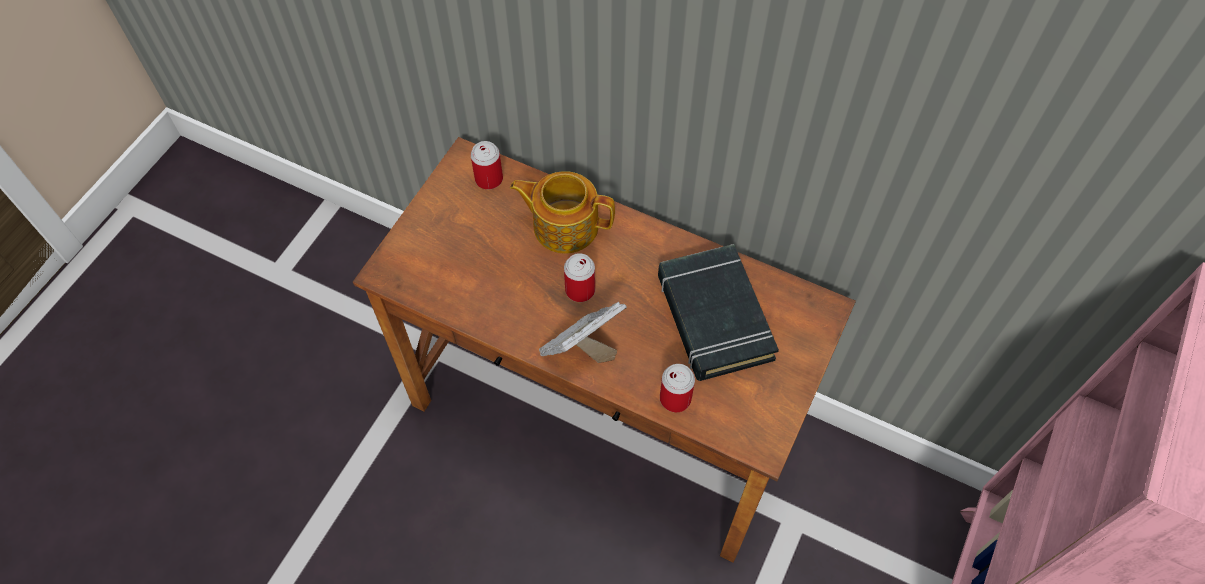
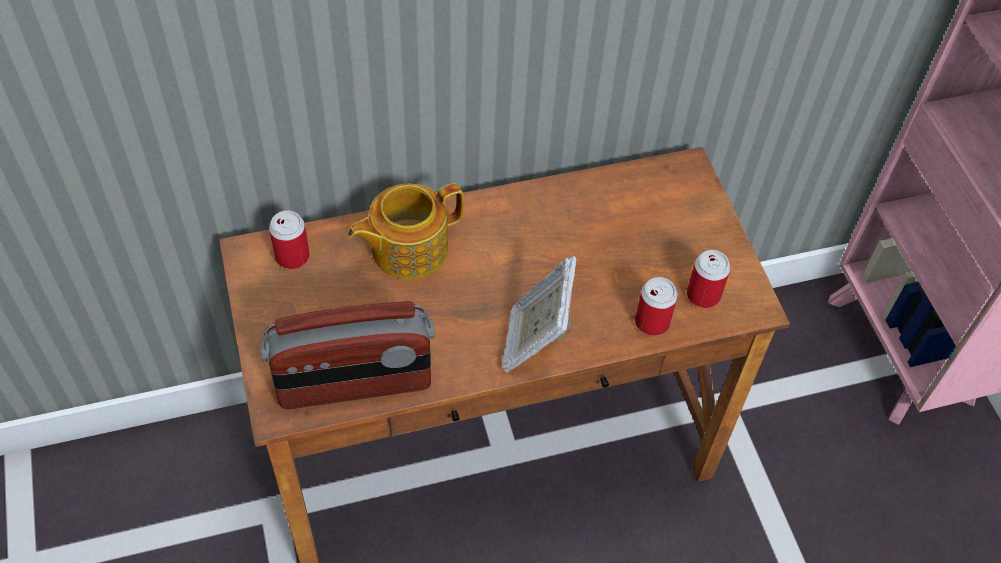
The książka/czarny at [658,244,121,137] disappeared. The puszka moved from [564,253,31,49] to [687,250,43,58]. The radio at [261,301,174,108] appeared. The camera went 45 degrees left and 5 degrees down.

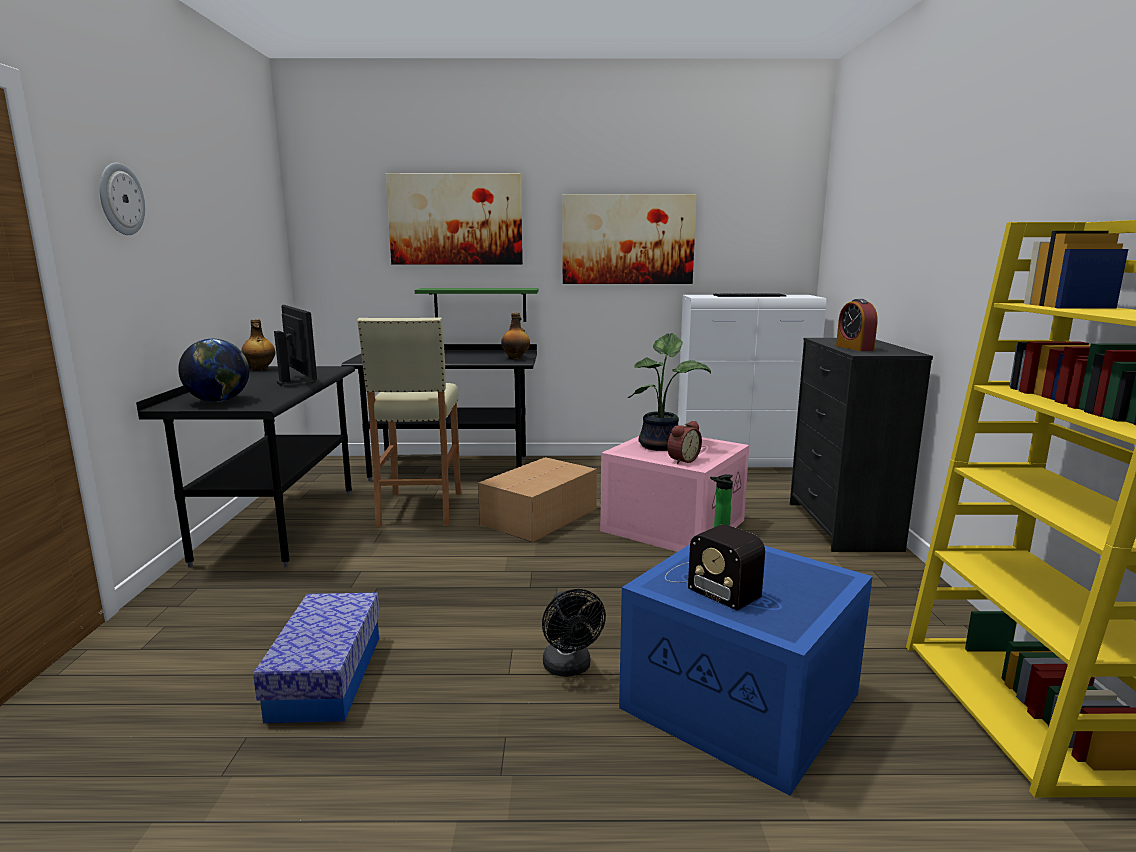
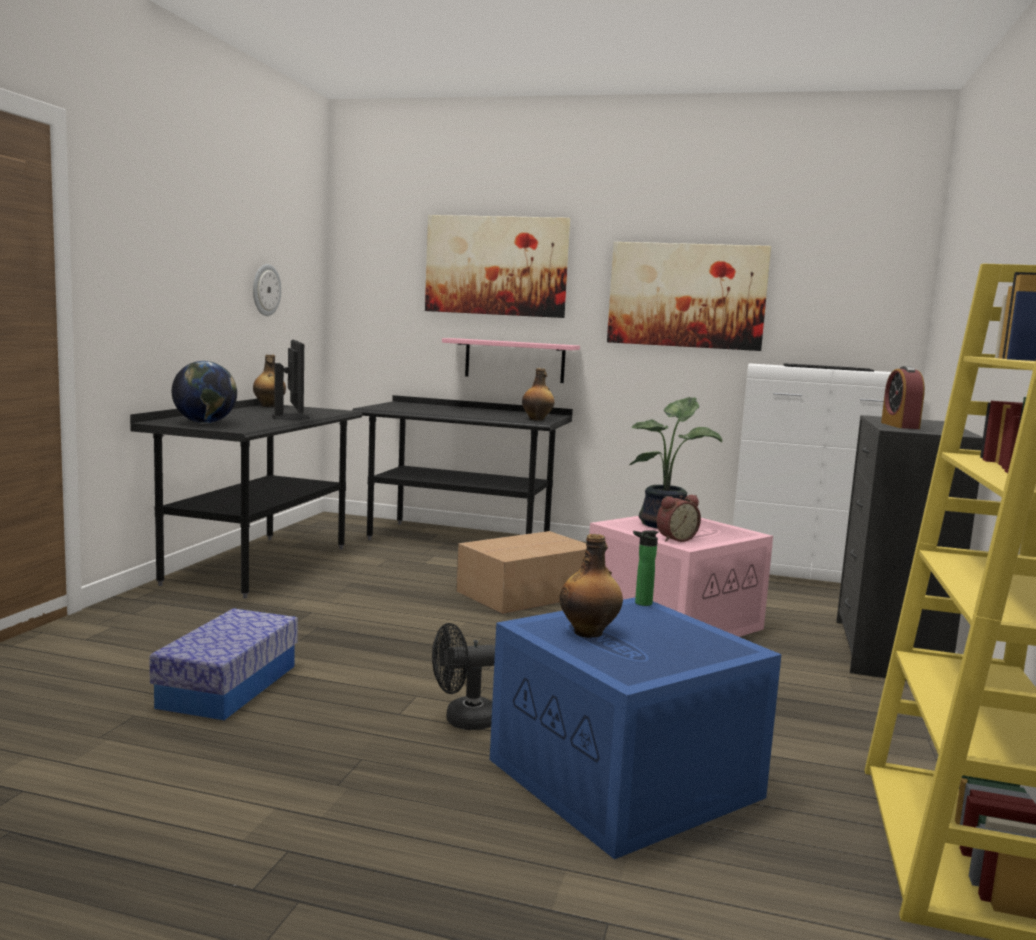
The zegar ścienny moved from [100,163,45,72] to [253,264,28,52]. The półka/zielony at [415,288,123,34] became the półka/różowy at [442,338,138,45]. The stołek/beżowy at [357,317,104,210] disappeared. The radio at [665,524,100,87] was replaced by the butelka at [560,534,63,104]. The wentylator/czarny at [542,589,64,88] turned 75 degrees clockwise. The camera went 15 degrees right and 5 degrees down.

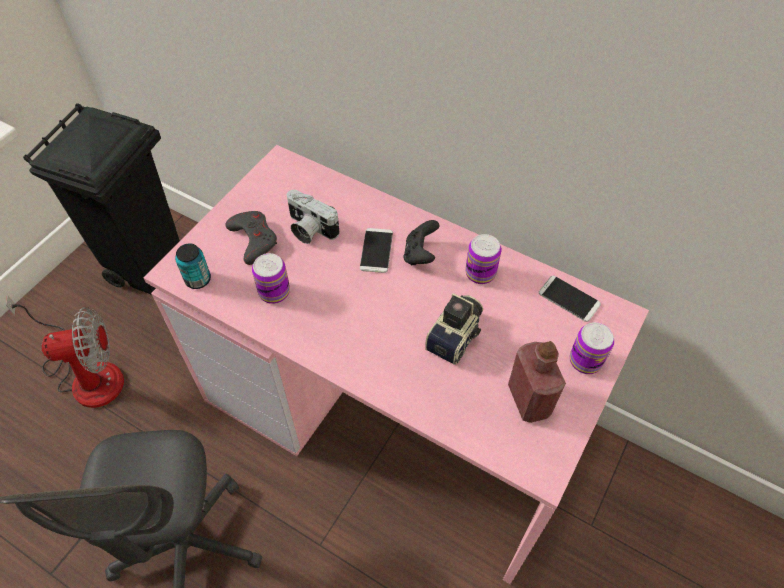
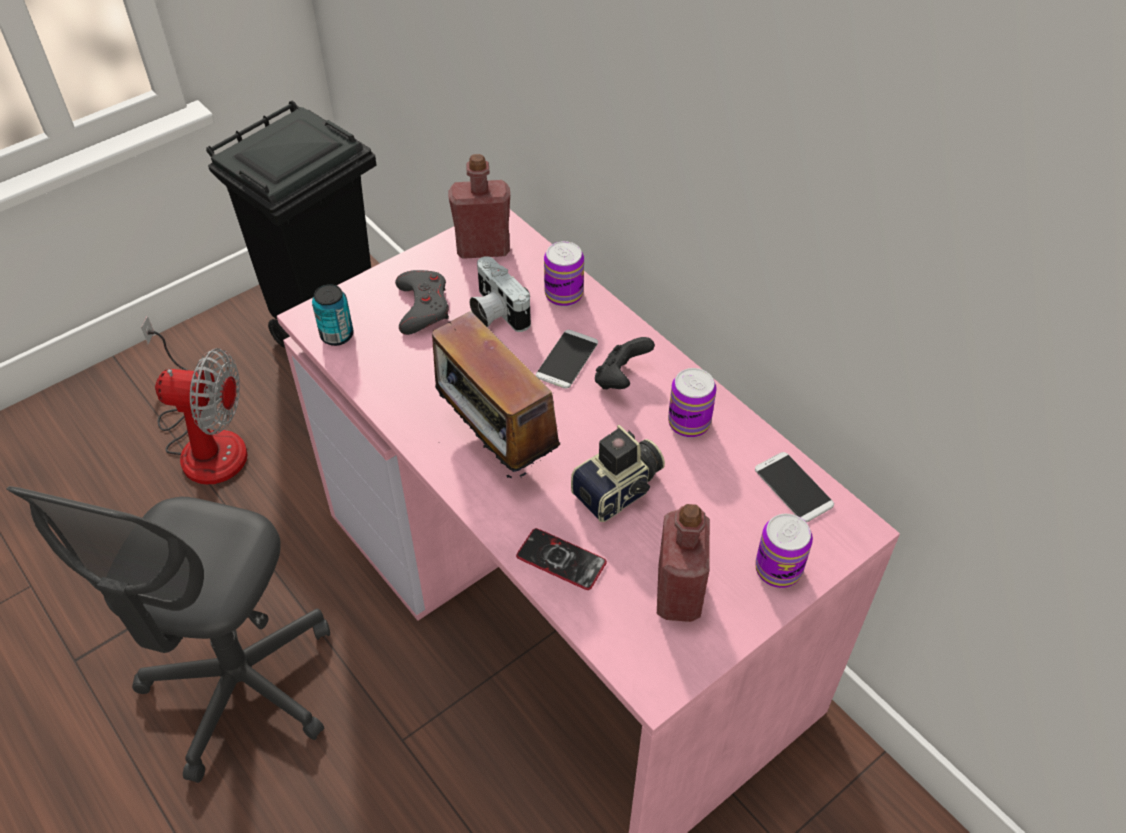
The puszka moved from [252,253,38,51] to [544,241,40,66]. The butelka/czerwony at [448,154,62,105] appeared. The radio at [432,311,128,171] appeared. The telefon at [516,528,91,62] appeared. The camera went 20 degrees right and 5 degrees down.

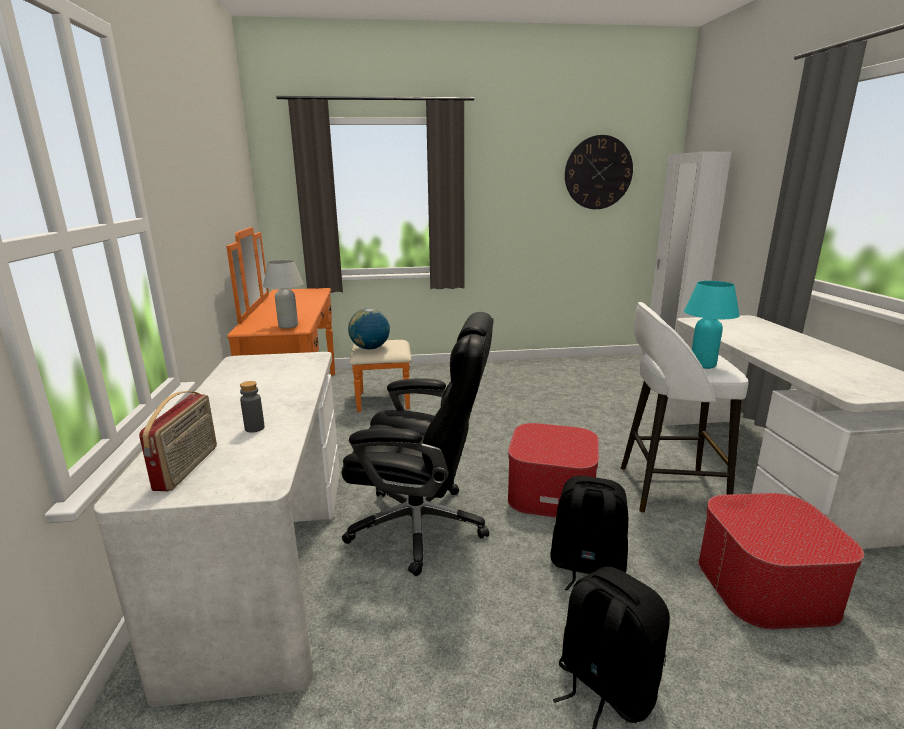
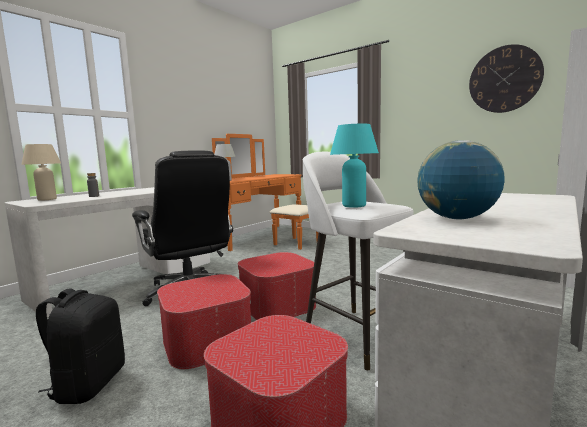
The globus moved from [348,308,42,41] to [417,140,88,79]. The radio at [139,391,78,100] was replaced by the lampa stołowa/beżowy at [21,144,40,57]. The plecak/czarny at [550,476,78,115] was replaced by the pufa at [157,274,94,96]. The camera went 45 degrees right and 10 degrees down.

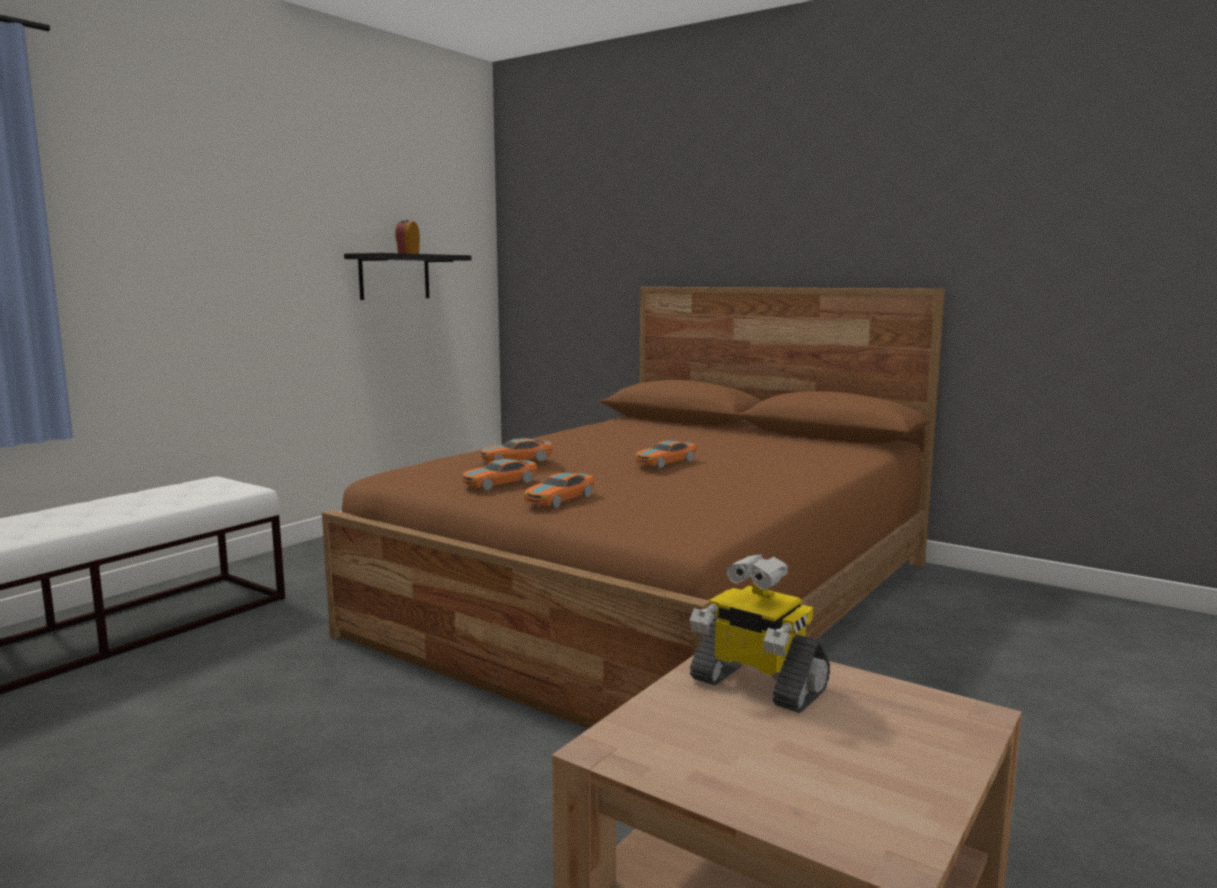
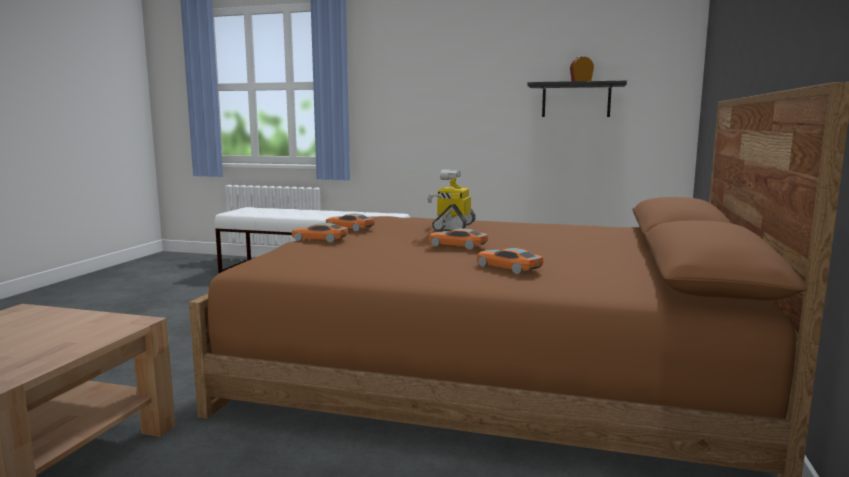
The samochodzik moved from [481,438,72,24] to [477,248,67,26]. The robot zabawkowy moved from [690,554,140,159] to [427,170,49,61]. The camera went 70 degrees right and 0 degrees up.

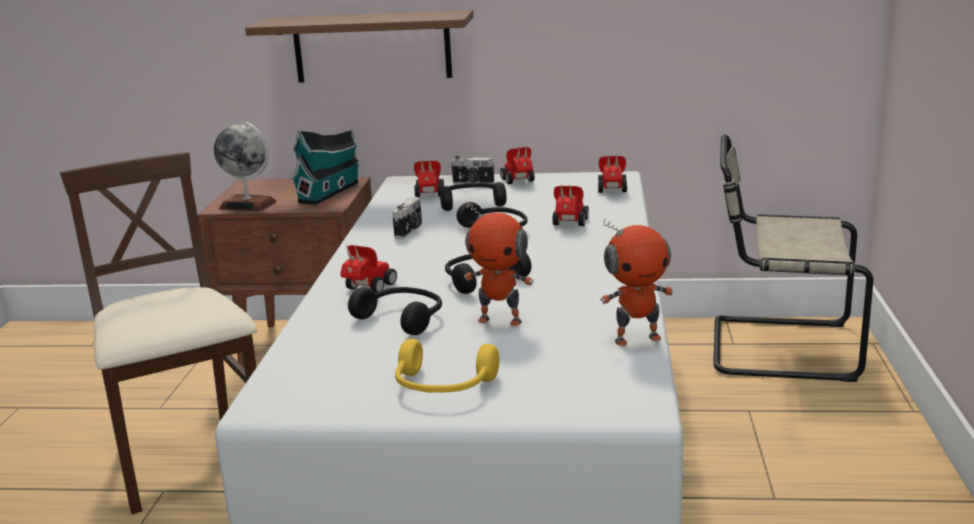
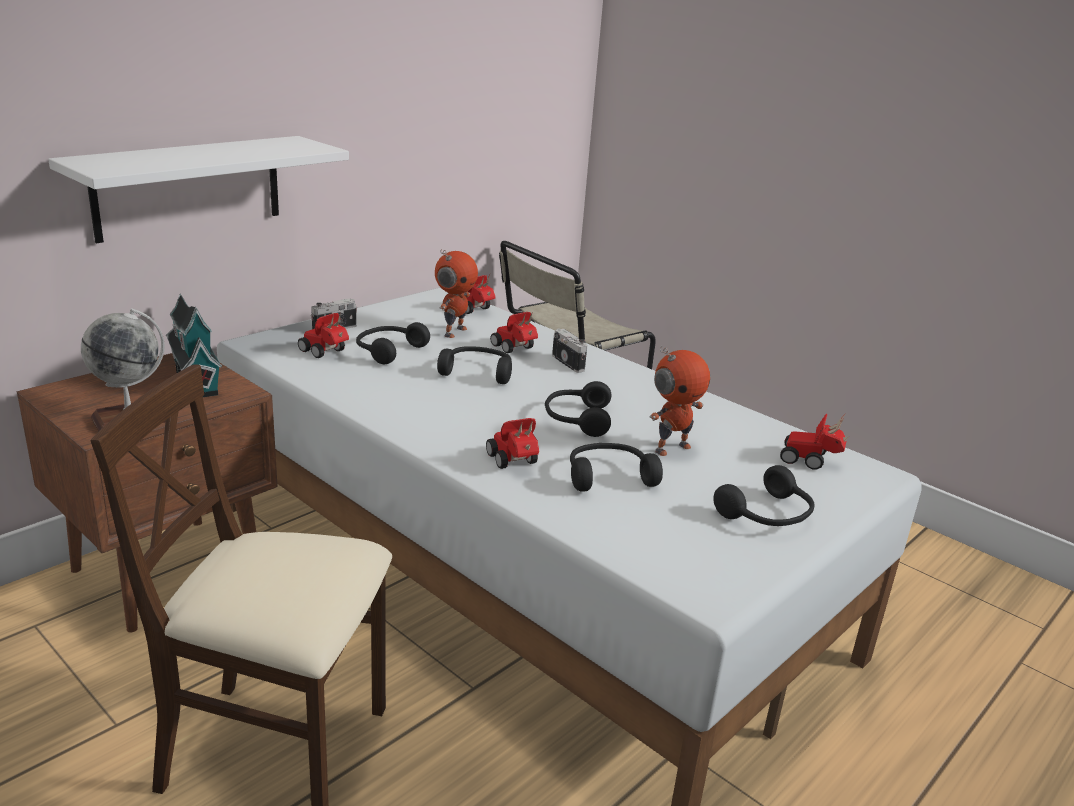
The półka/brązowy at [245,10,228,73] became the półka/biały at [48,136,301,107]. The samochodzik moved from [500,146,35,38] to [780,414,69,55]. The aparat fotograficzny moved from [392,197,30,42] to [552,328,35,45]. The robot zabawkowy moved from [600,219,74,127] to [435,249,43,89]. The słuchawki/żółty at [395,339,104,54] became the słuchawki/czarny at [713,465,101,61]. The camera went 55 degrees left and 5 degrees up.

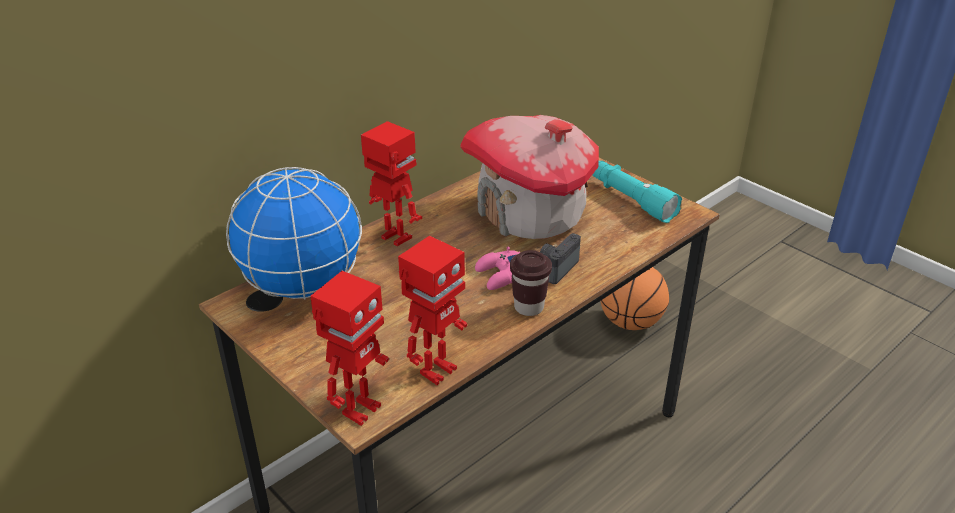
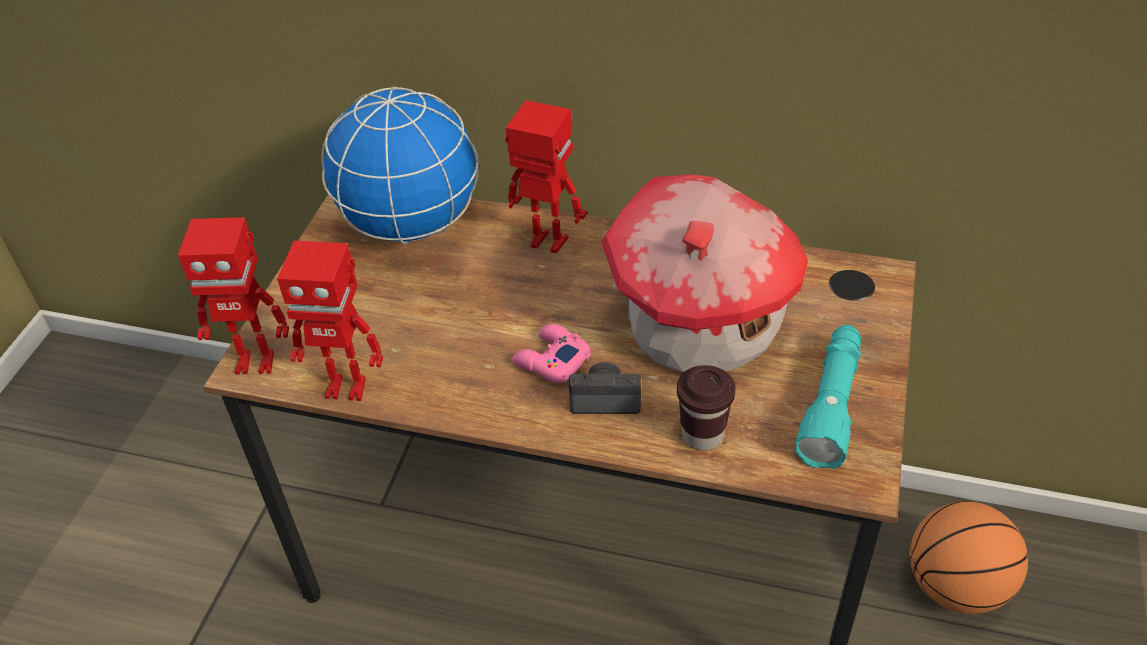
The robot zabawkowy at [361,121,61,125] turned 75 degrees counterclockwise. The filiżanka/brązowy moved from [510,250,42,66] to [677,365,59,86]. The camera went 60 degrees right and 10 degrees up.

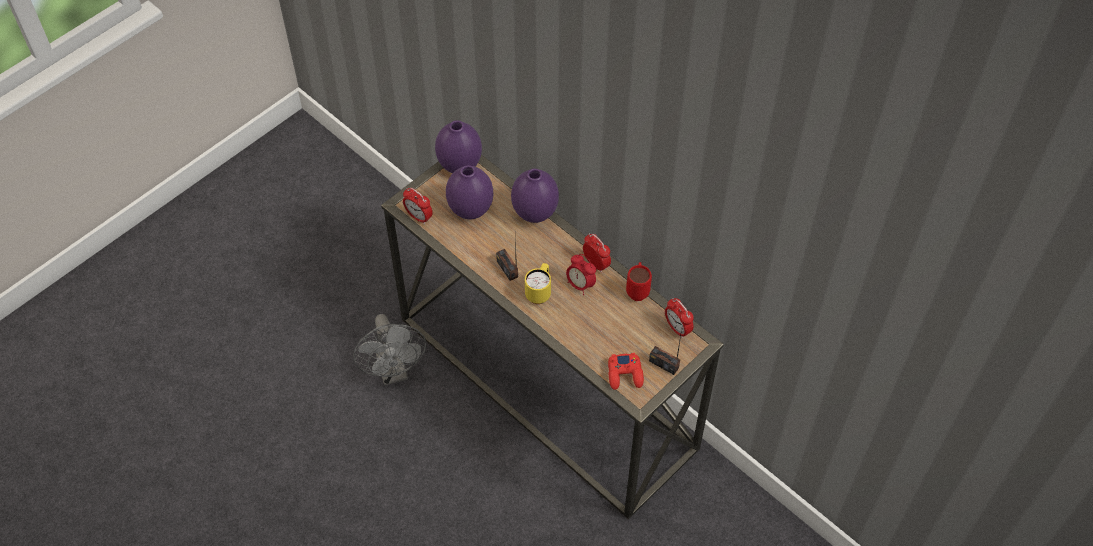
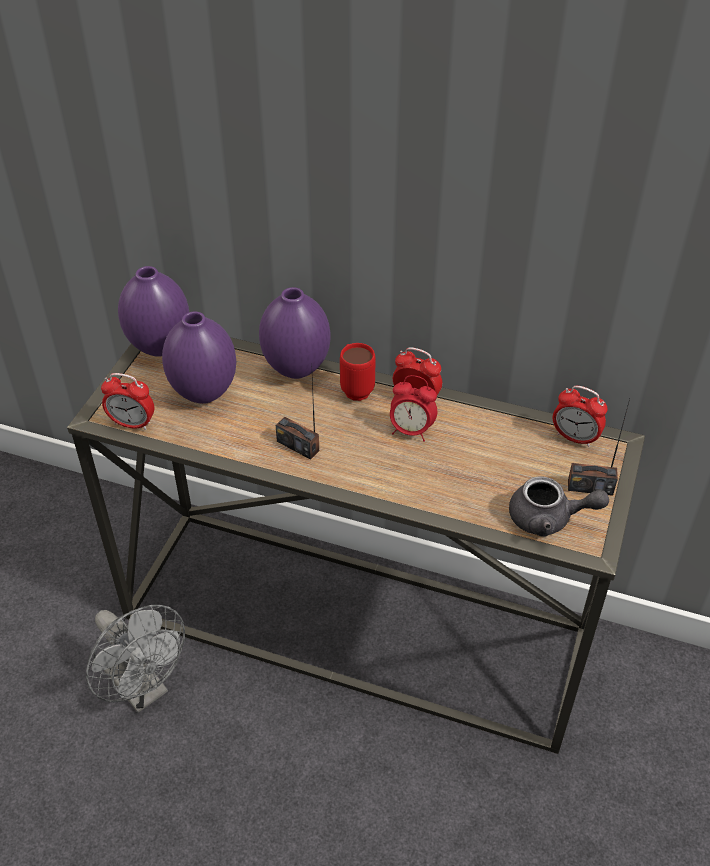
The kubek/czerwony moved from [626,262,26,39] to [340,343,35,58]. The kubek/żółty at [525,263,26,41] disappeared. The pad do gier/czerwony at [608,353,36,37] was replaced by the imbryk/szary at [509,476,100,61]. The camera went 25 degrees left and 10 degrees down.

